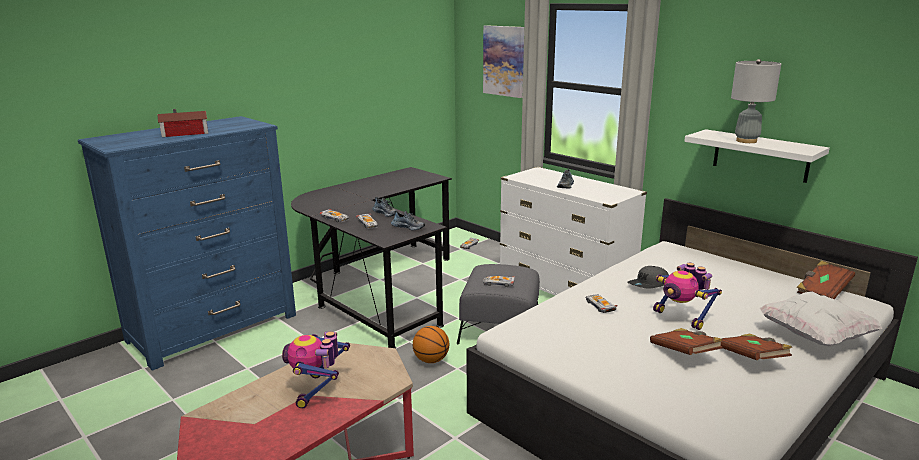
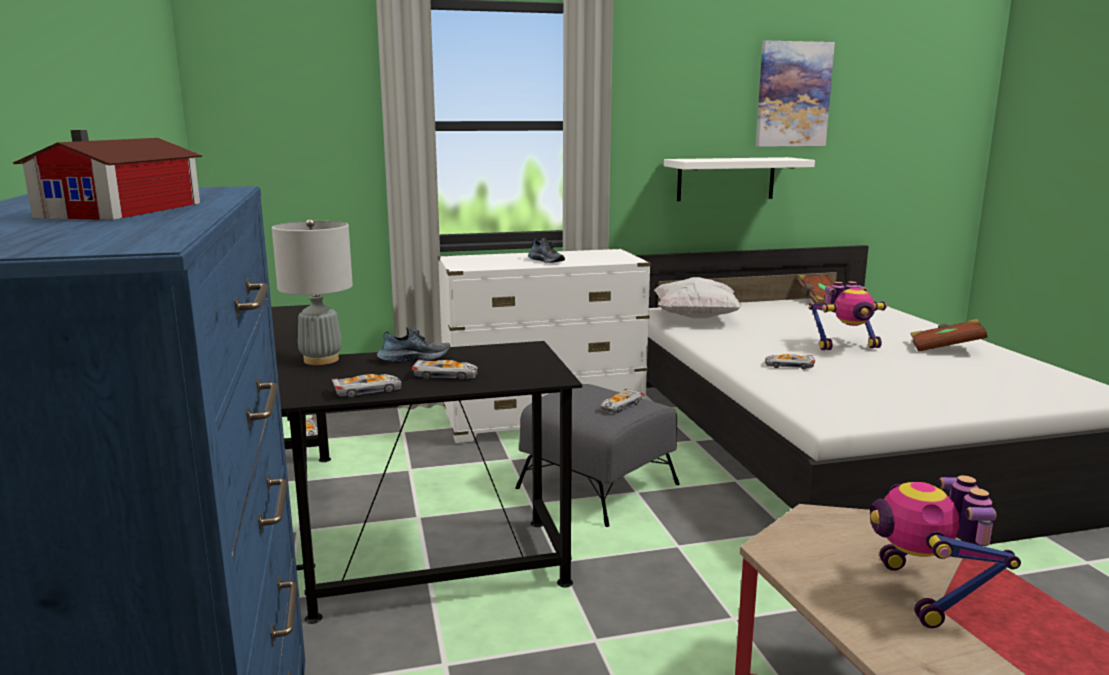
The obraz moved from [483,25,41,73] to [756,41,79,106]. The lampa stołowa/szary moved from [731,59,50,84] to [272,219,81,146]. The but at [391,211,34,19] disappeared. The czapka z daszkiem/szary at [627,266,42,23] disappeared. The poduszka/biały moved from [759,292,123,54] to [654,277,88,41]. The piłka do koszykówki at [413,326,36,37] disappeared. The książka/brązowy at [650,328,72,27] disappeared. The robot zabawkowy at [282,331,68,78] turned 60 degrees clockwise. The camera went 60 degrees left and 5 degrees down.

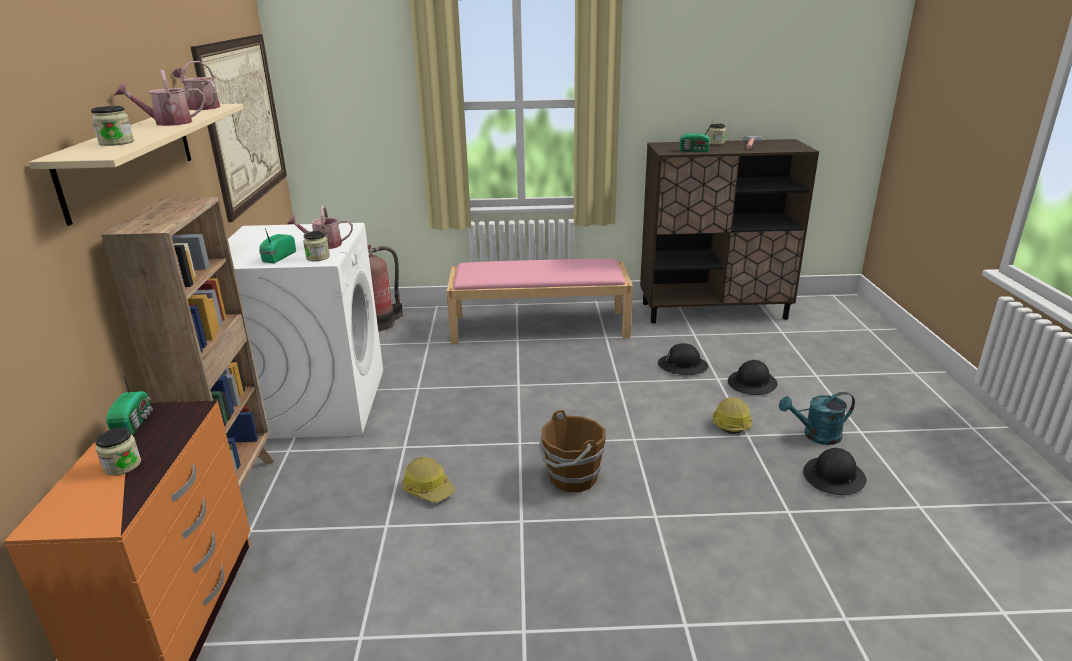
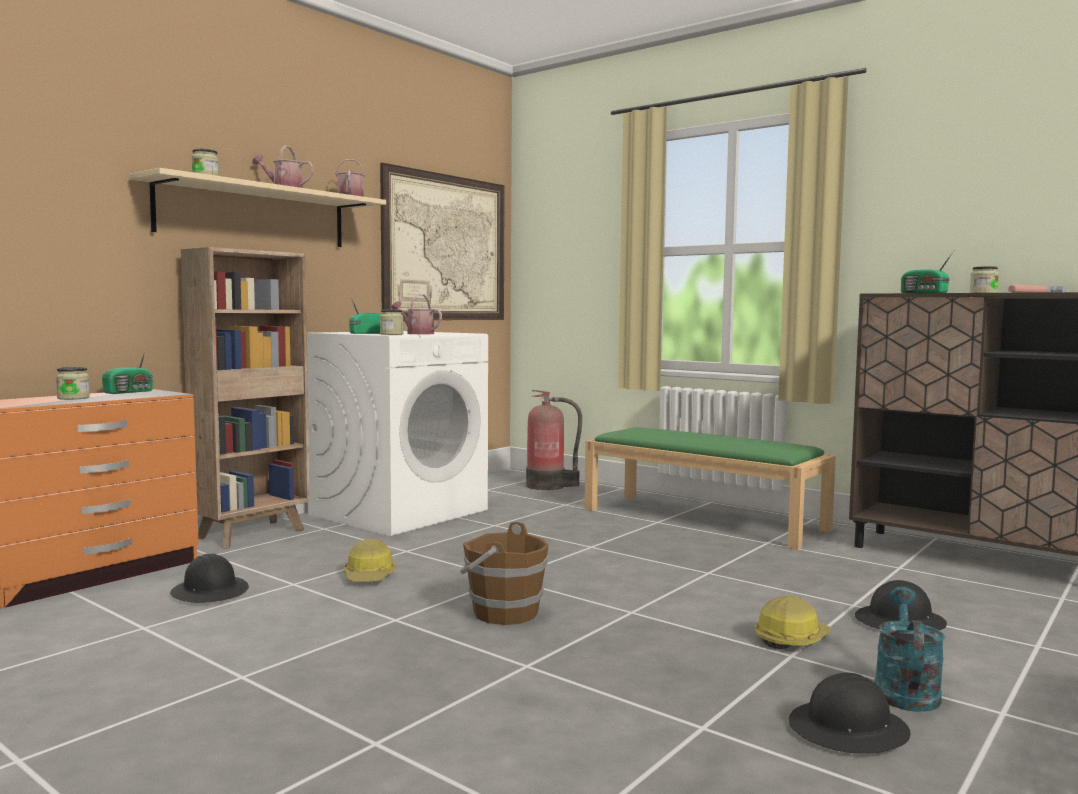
The ławka/różowy at [446,259,187,85] became the ławka/zielony at [585,427,251,123]. The kask/czarny moved from [658,343,50,32] to [170,553,79,50]. The konewka/turkusowy at [779,392,76,53] turned 75 degrees clockwise. The camera went 40 degrees right and 20 degrees down.

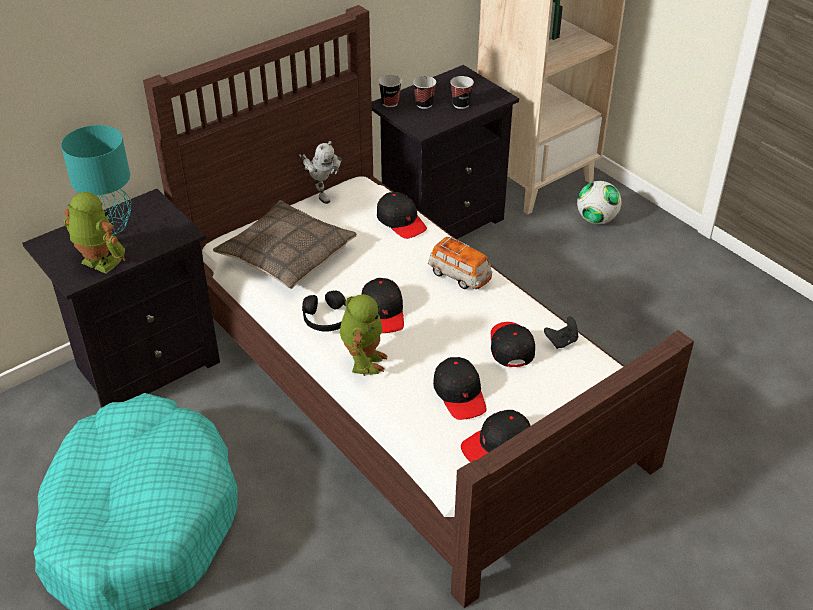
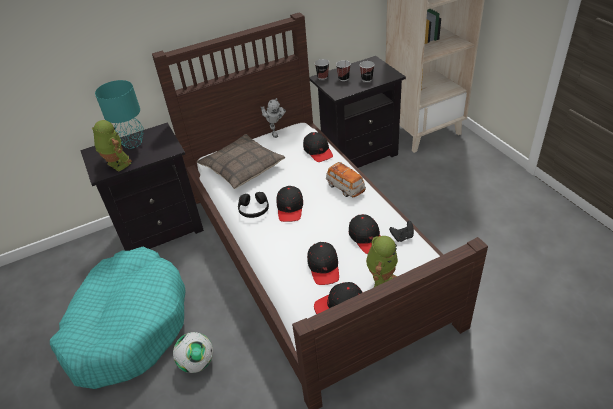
The piłka futbolowa moved from [577,181,44,43] to [173,332,40,41]. The robot zabawkowy moved from [340,294,48,82] to [366,236,32,51]. The czapka z daszkiem/czarny at [491,322,44,45] turned 150 degrees clockwise. The camera went 15 degrees right and 0 degrees up.

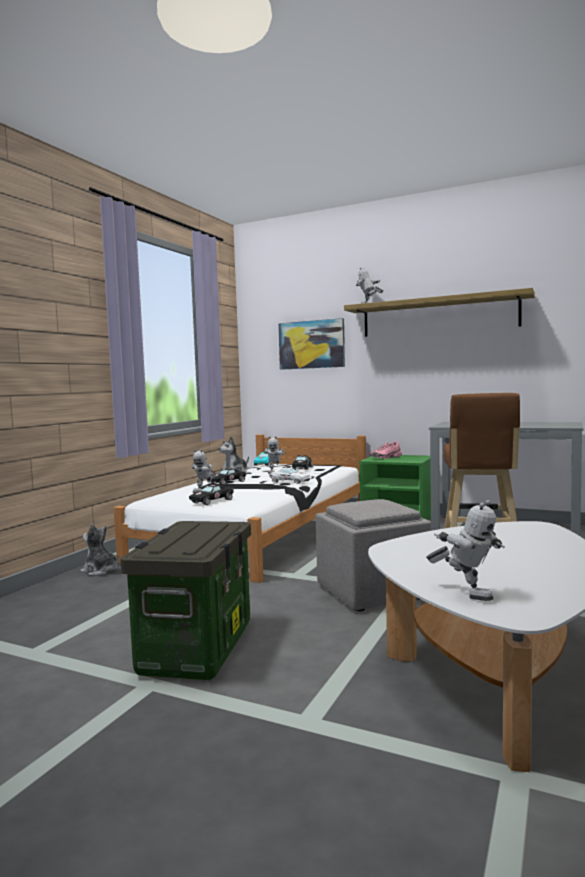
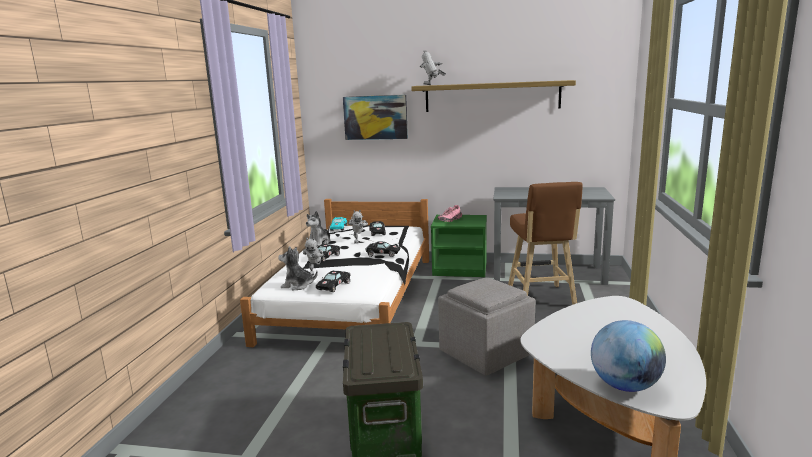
The samochodzik/biały at [270,467,40,17] became the samochodzik/czarny at [366,241,34,16]. The robot zabawkowy at [426,500,79,101] was replaced by the globus at [591,320,75,72]. The pluszak moved from [80,524,39,52] to [278,246,40,44]. The camera went 15 degrees left and 10 degrees up.

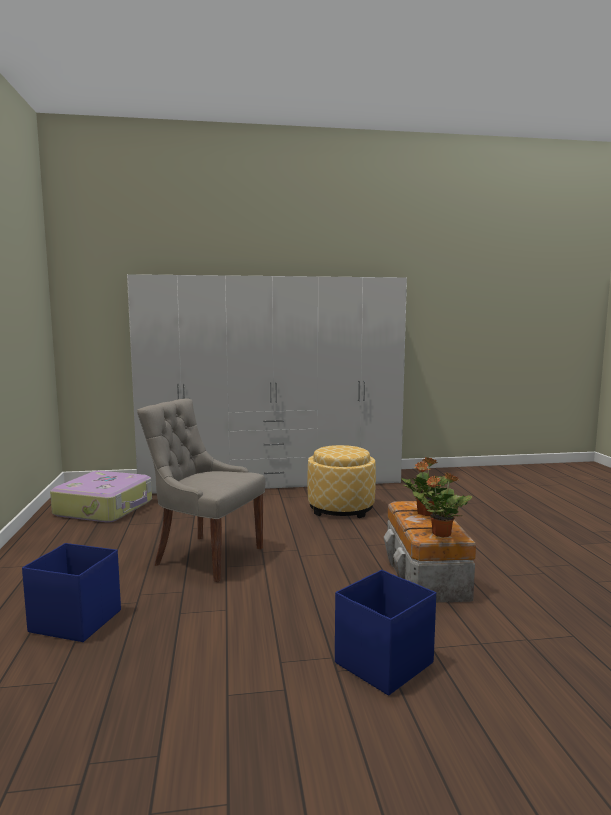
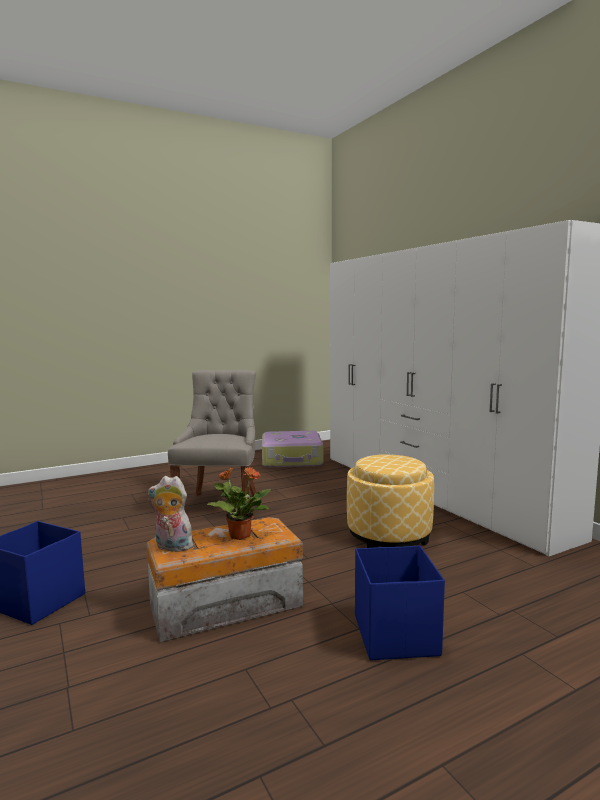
The roślina doniczkowa at [413,473,59,65] was replaced by the pluszak at [148,476,45,76]. The pojemnik do przechowywania/niebieski moved from [22,543,99,99] to [355,545,90,115]. The camera went 70 degrees right and 0 degrees up.

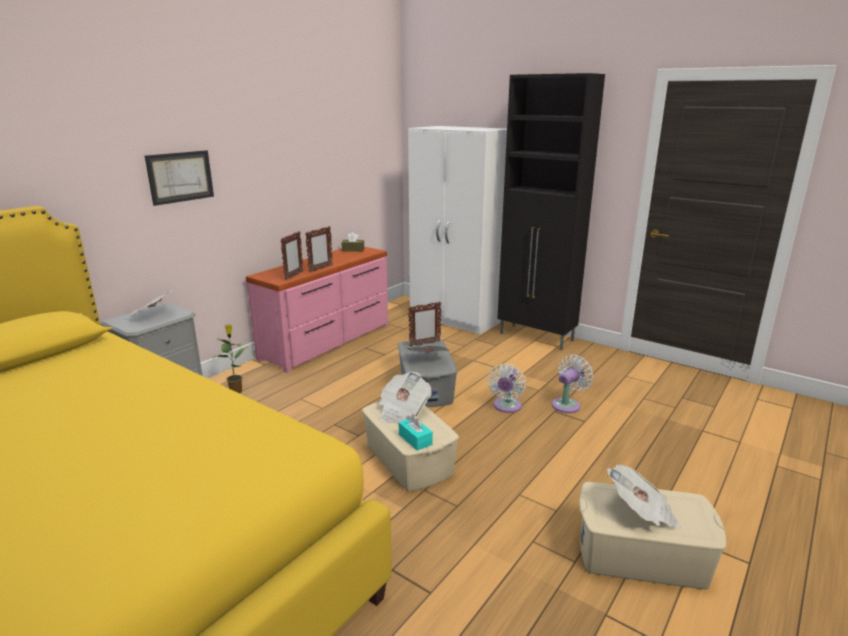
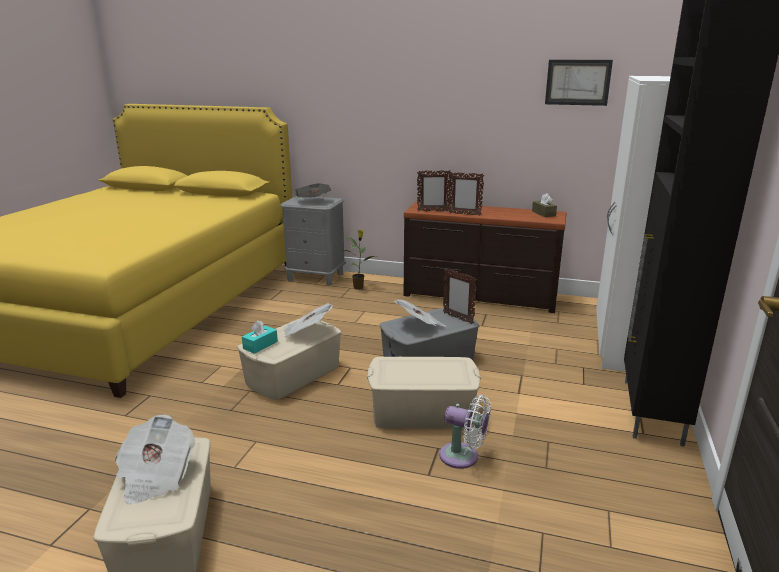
The obraz moved from [145,150,69,56] to [545,60,68,46]. The komoda/różowy at [246,247,142,126] became the komoda/brązowy at [404,201,163,112]. The wentylator/biały at [487,364,39,49] was replaced by the pojemnik do przechowywania/beżowy at [367,357,114,71]. The camera went 70 degrees right and 0 degrees up.

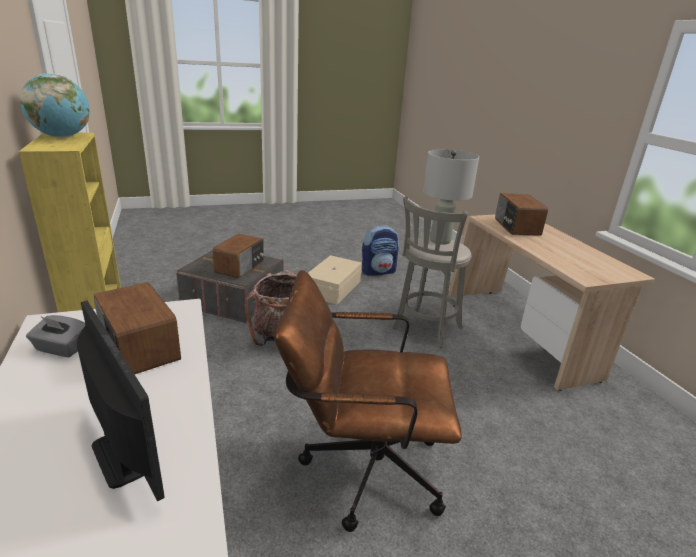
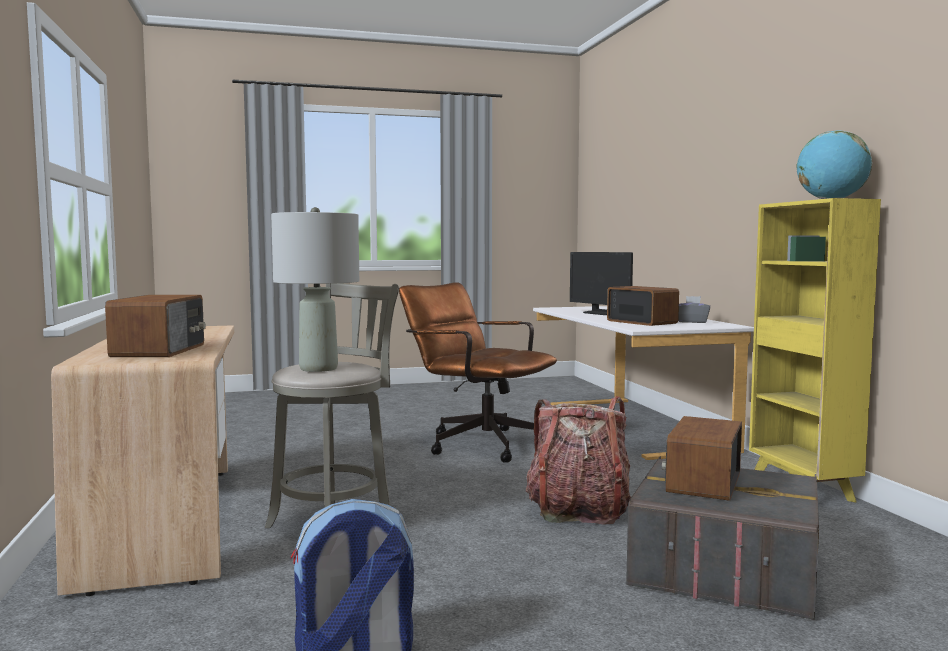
The pojemnik do przechowywania/beżowy at [308,255,54,50] disappeared. The krzesło biurowe/brązowy at [274,270,188,262] turned 150 degrees counterclockwise. The camera went 175 degrees left and 20 degrees down.

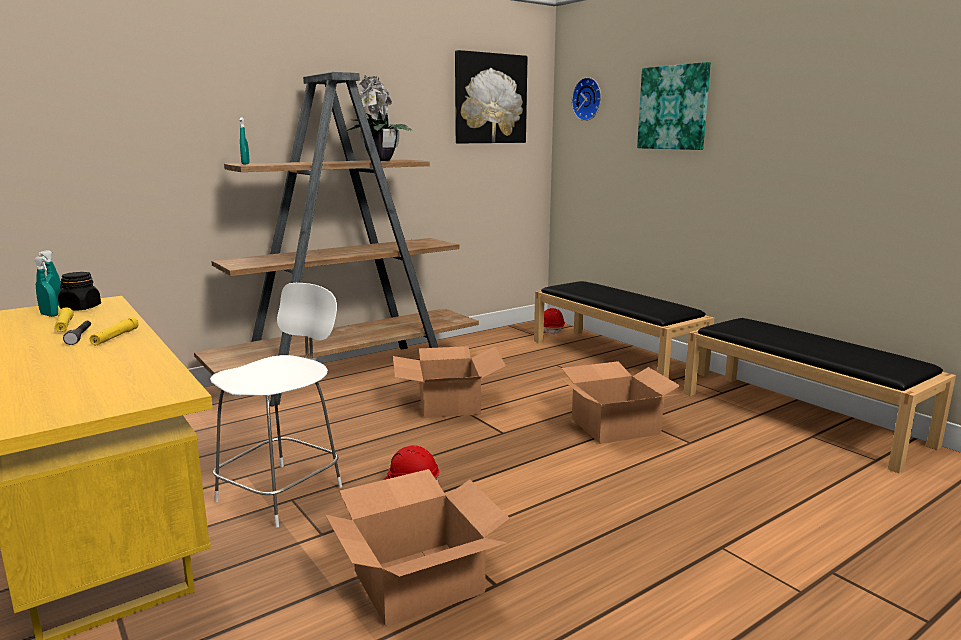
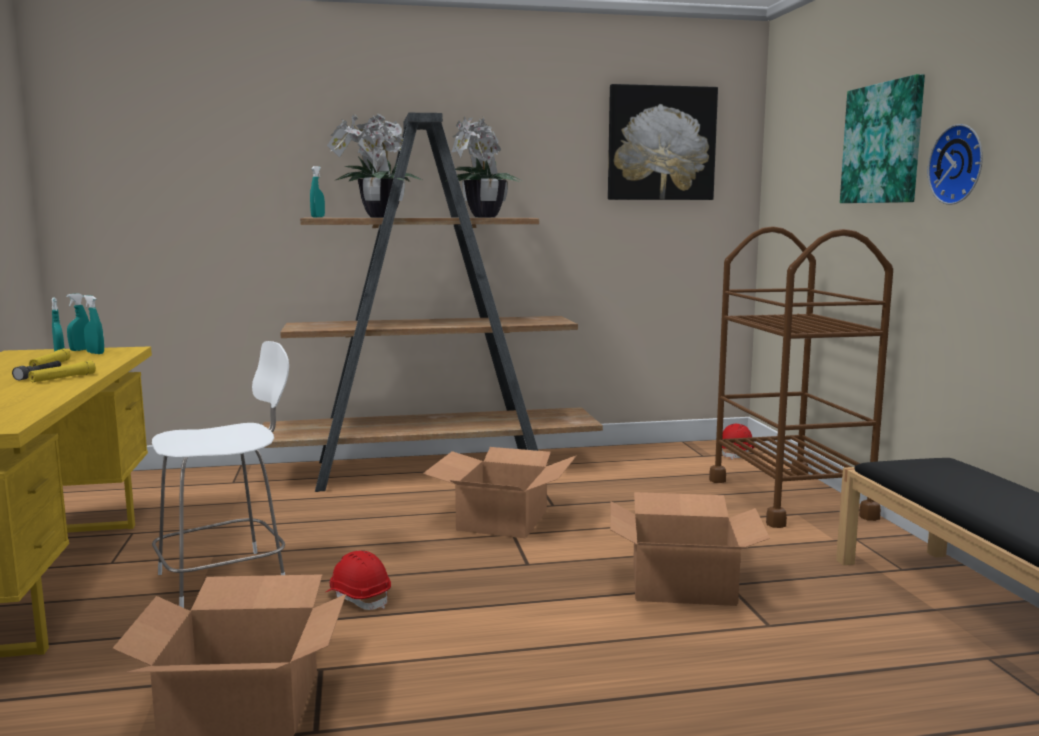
The zegar ścienny moved from [572,77,29,44] to [928,124,55,81]. The słoik/czarny at [58,272,43,38] was replaced by the spryskiwacz/turkusowy at [83,295,21,59]. The ławka/czarny at [534,281,180,98] was replaced by the wózek/brązowy at [709,226,184,302]. The roślina doniczkowa at [327,113,97,105] appeared. The camera went 25 degrees right and 5 degrees down.

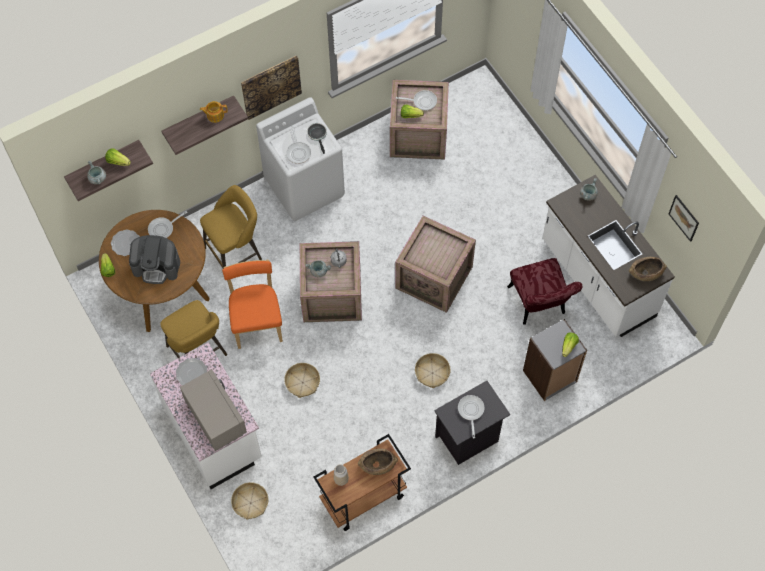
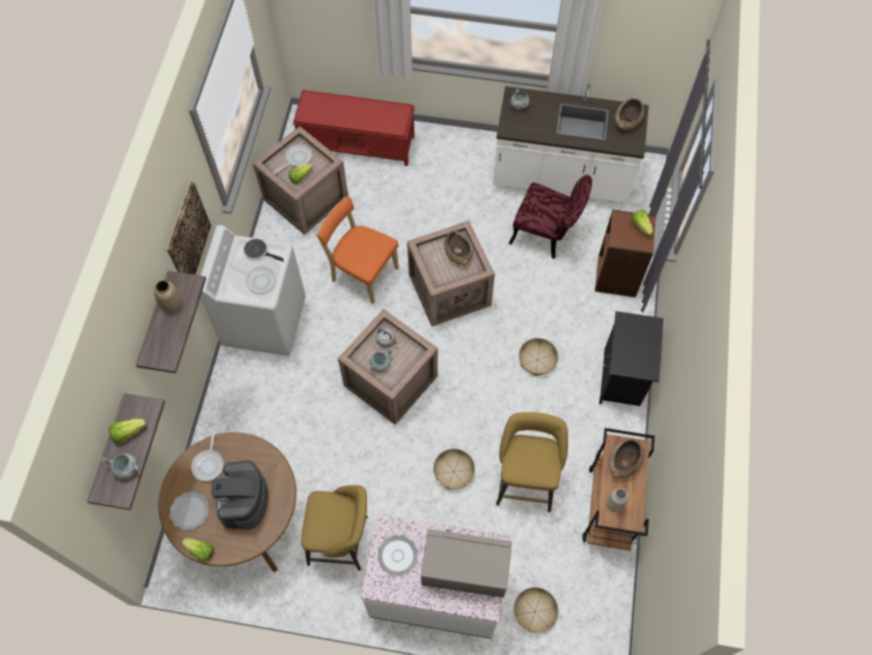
The imbryk at [200,101,28,22] was replaced by the wazon at [154,280,28,32]. The stołek/żółty moved from [200,185,62,84] to [496,412,72,100]. The obraz at [669,195,30,47] disappeared. The ekspres do kawy at [129,235,51,49] turned 135 degrees clockwise. The krzesło/pomarańczowy moved from [222,260,61,89] to [316,197,83,107]. The regał/szary at [523,319,64,82] became the regał/brązowy at [595,210,61,87]. The patelnia at [458,395,26,43] disappeared. The ławka/czerwony at [293,90,122,76] appeared. The miska/brązowy at [444,230,29,35] appeared. The camera went 50 degrees left and 0 degrees up.

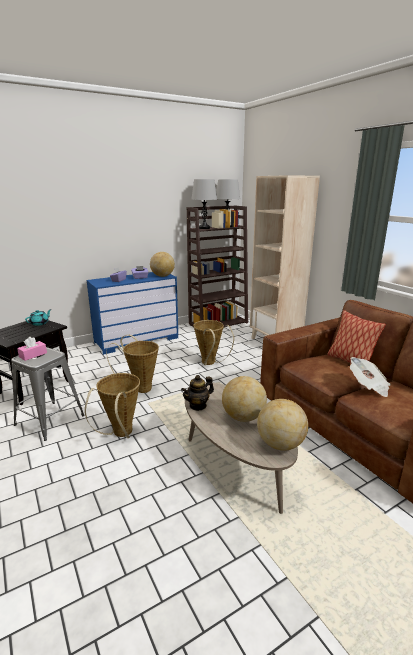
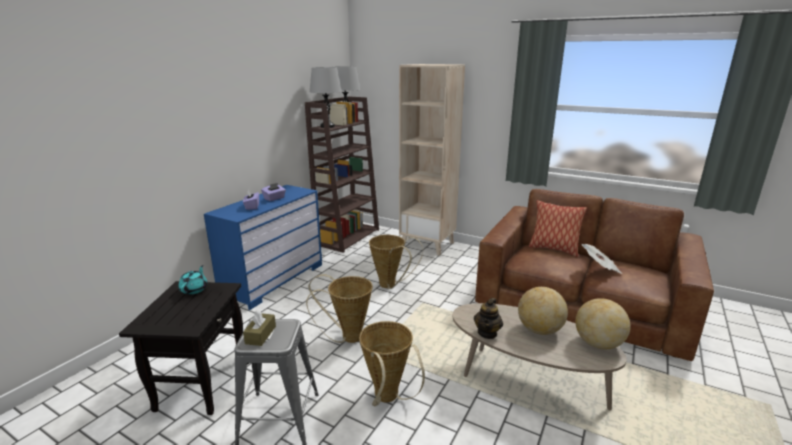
The globus at [150,252,25,25] disappeared. The pudełko chusteczek/różowy at [17,337,30,24] became the pudełko chusteczek/brązowy at [243,310,33,36]. The camera went 30 degrees left and 0 degrees up.

